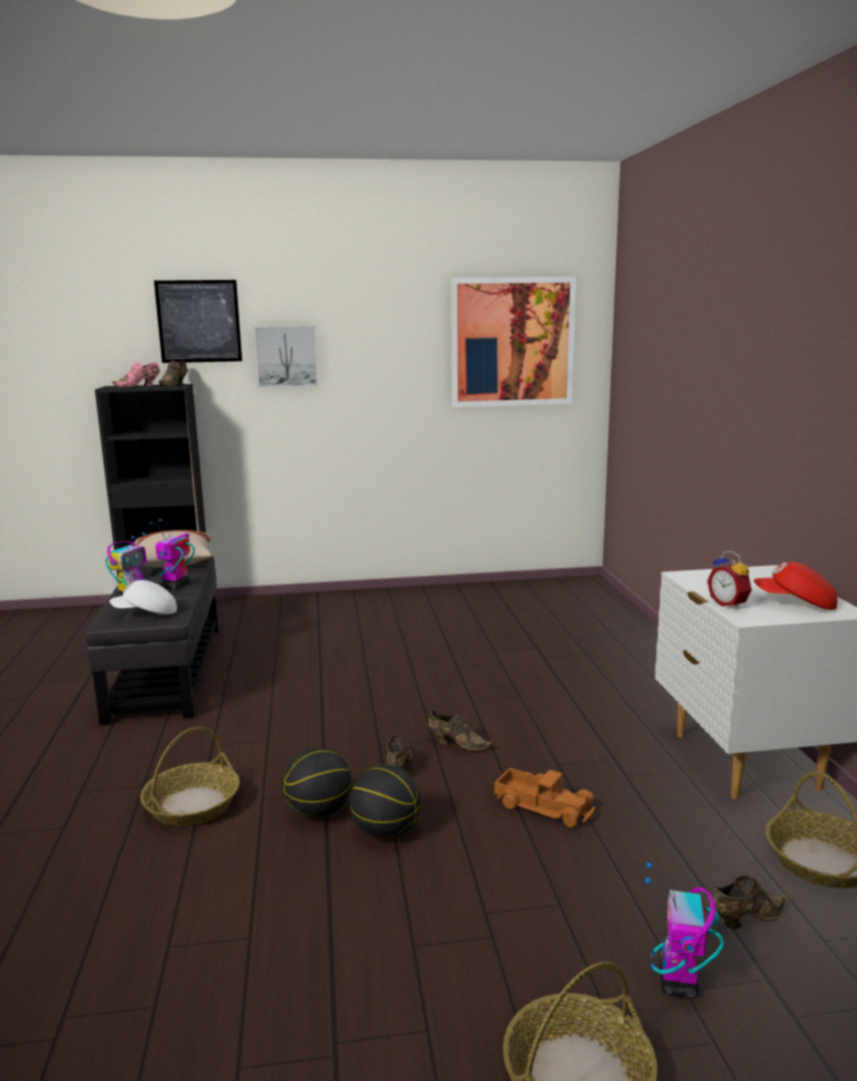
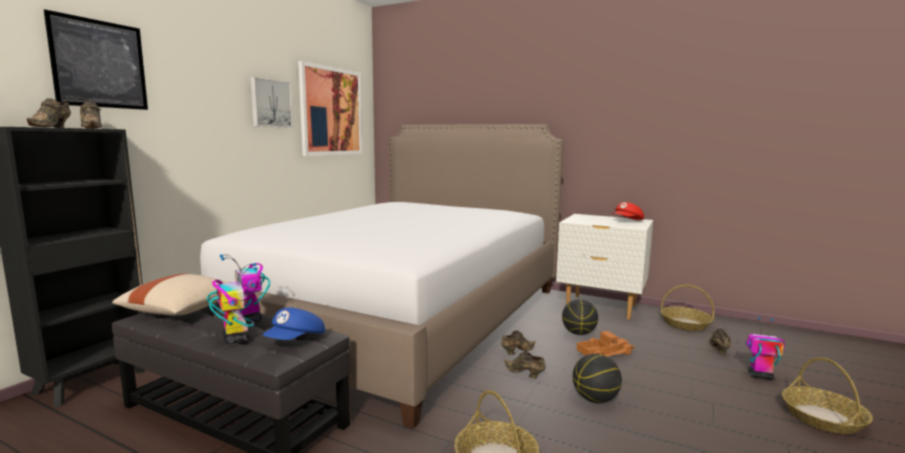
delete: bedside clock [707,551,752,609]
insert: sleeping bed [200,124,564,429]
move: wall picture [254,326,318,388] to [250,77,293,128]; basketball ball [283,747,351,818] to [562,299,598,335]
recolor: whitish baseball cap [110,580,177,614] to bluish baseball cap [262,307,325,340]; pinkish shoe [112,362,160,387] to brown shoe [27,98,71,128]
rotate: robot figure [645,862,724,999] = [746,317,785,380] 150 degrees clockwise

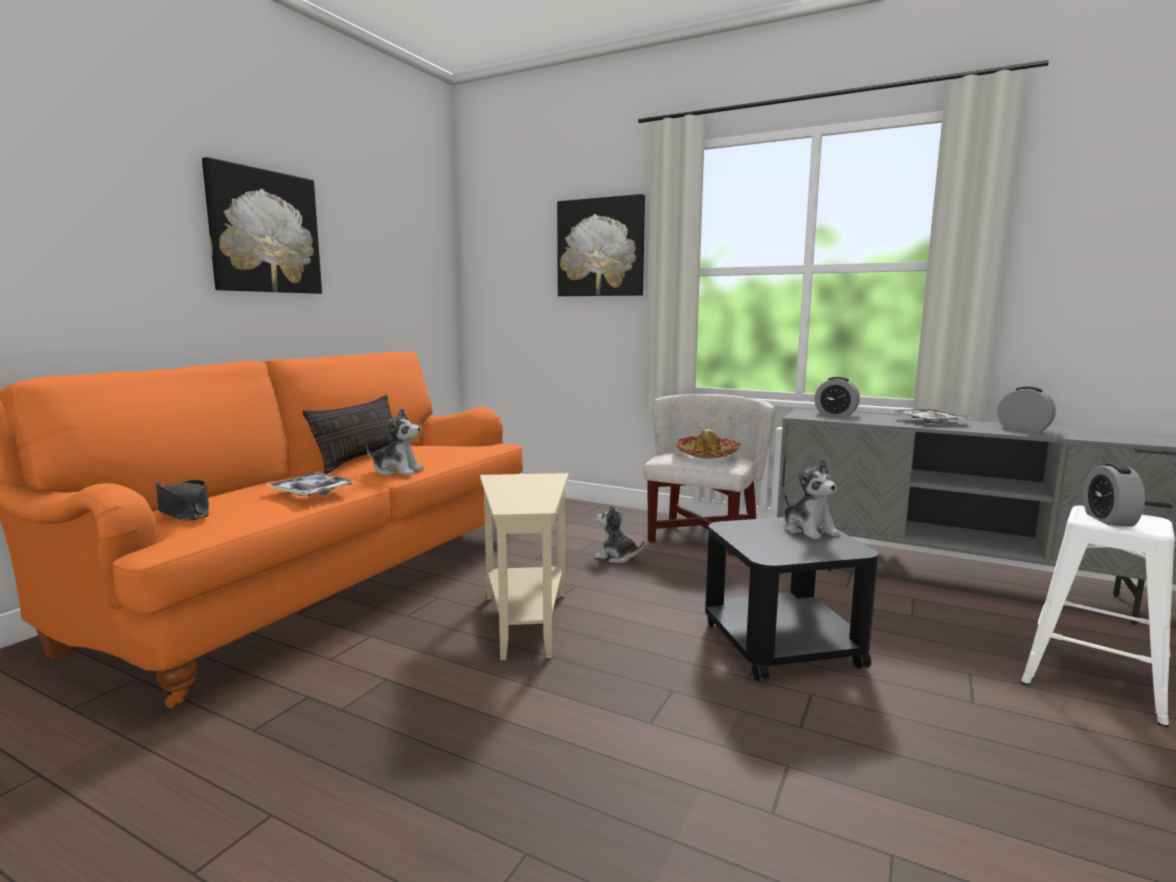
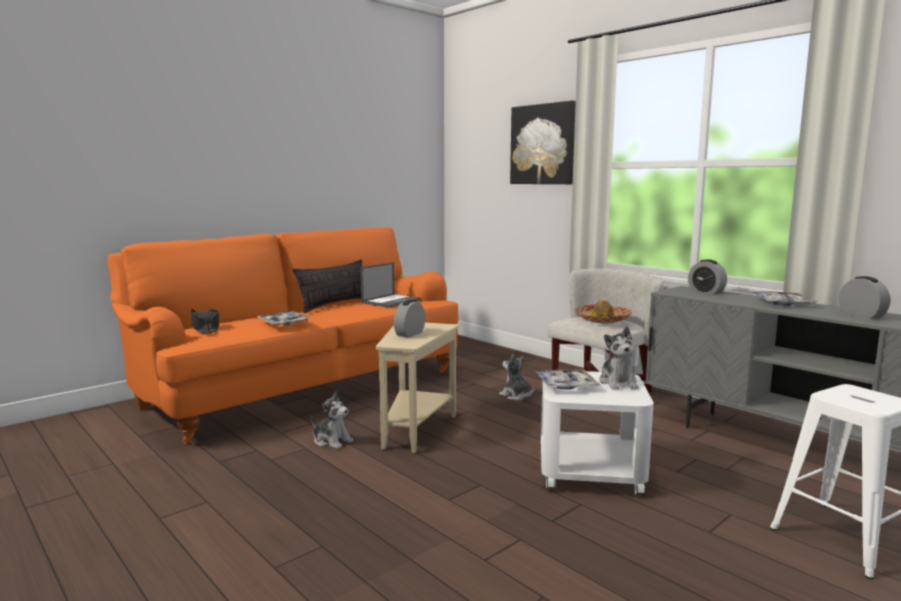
delete: wall picture [202,157,322,294]
insert: laptop [360,262,422,308]; carrying tray [536,369,600,389]
move: cuddly toy [366,408,424,476] to [311,391,353,449]; bedside clock [1083,463,1145,527] to [394,300,425,338]
recolor: black-coloured accent table [705,517,878,682] to whitish accent table [541,371,654,496]

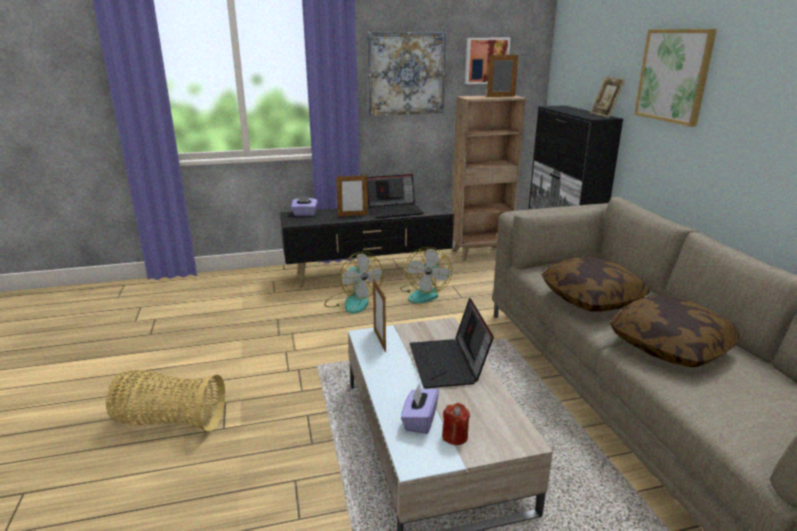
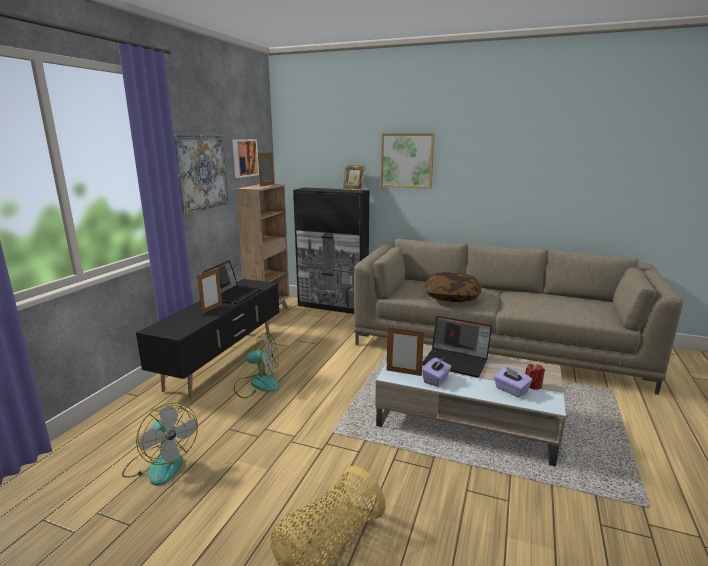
delete: pillow [610,295,739,367]
move: purple-coloured box of tissues [291,196,318,216] to [422,358,451,387]; cooling fan [400,247,452,303] to [122,403,198,486]

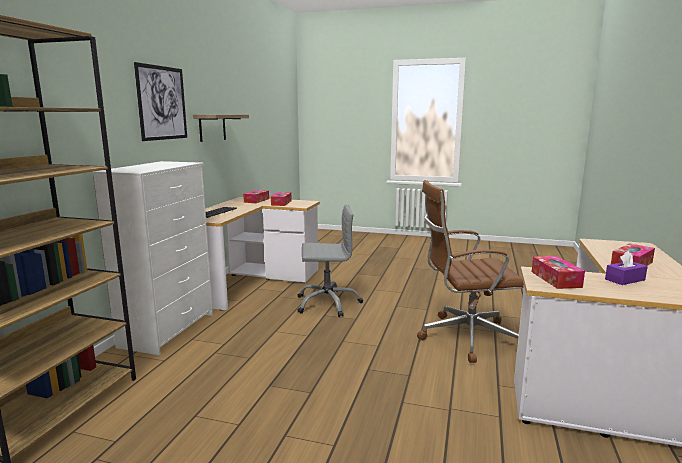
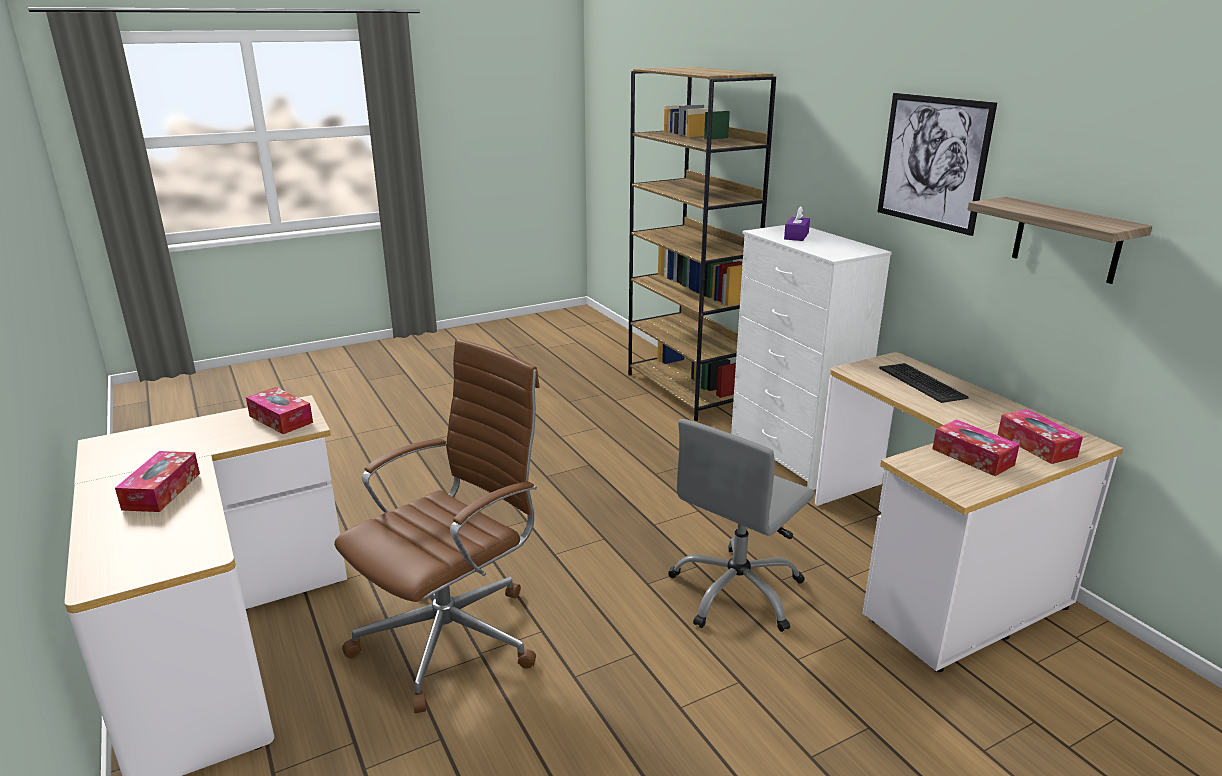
move: purple-coloured box of tissues [605,251,648,285] to [784,206,810,241]

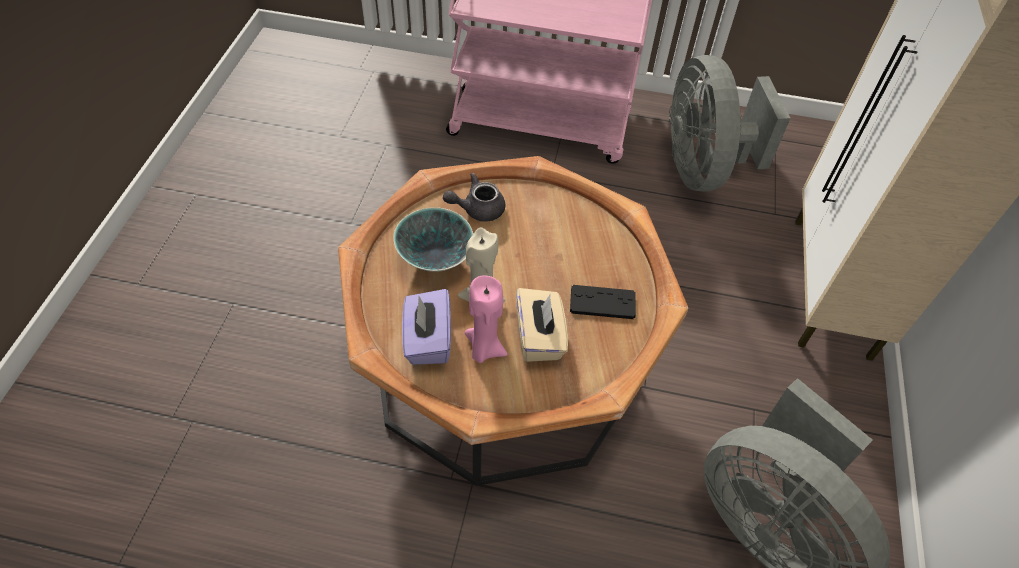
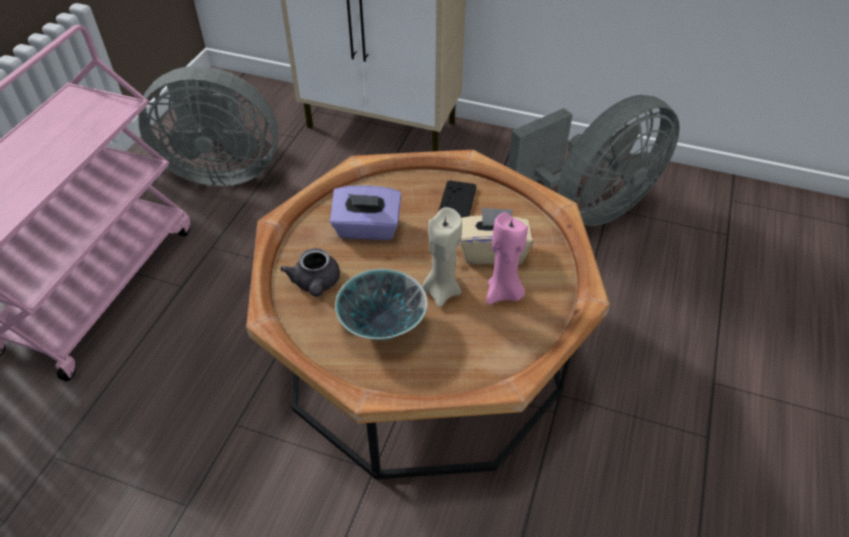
move: purple-coloured box of tissues [402,289,451,365] to [330,185,401,240]

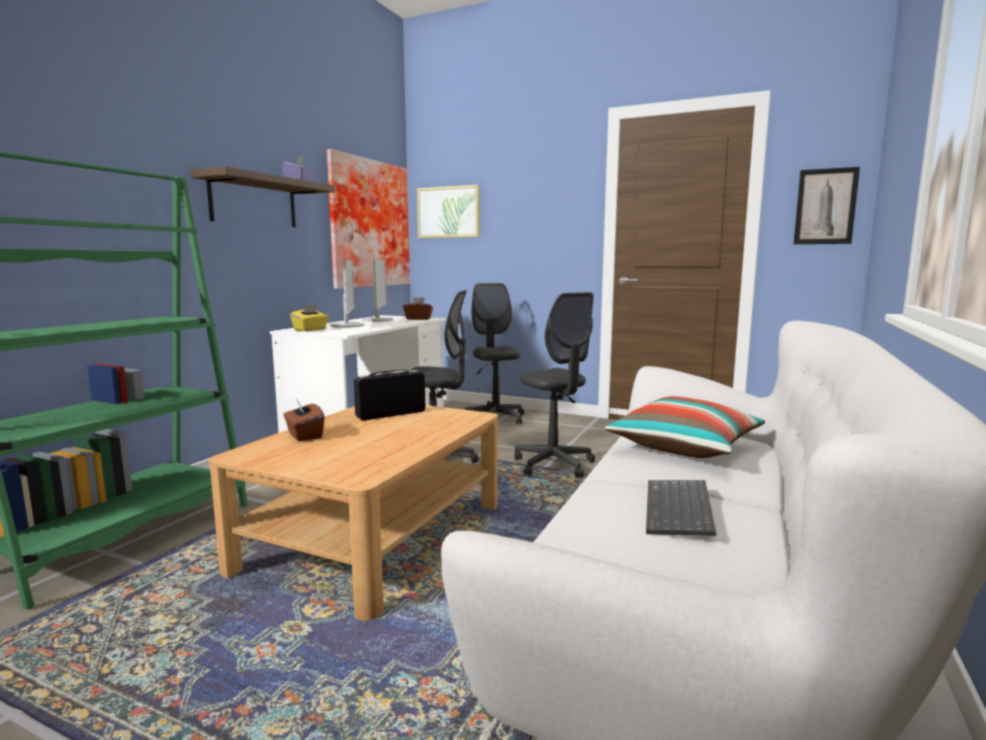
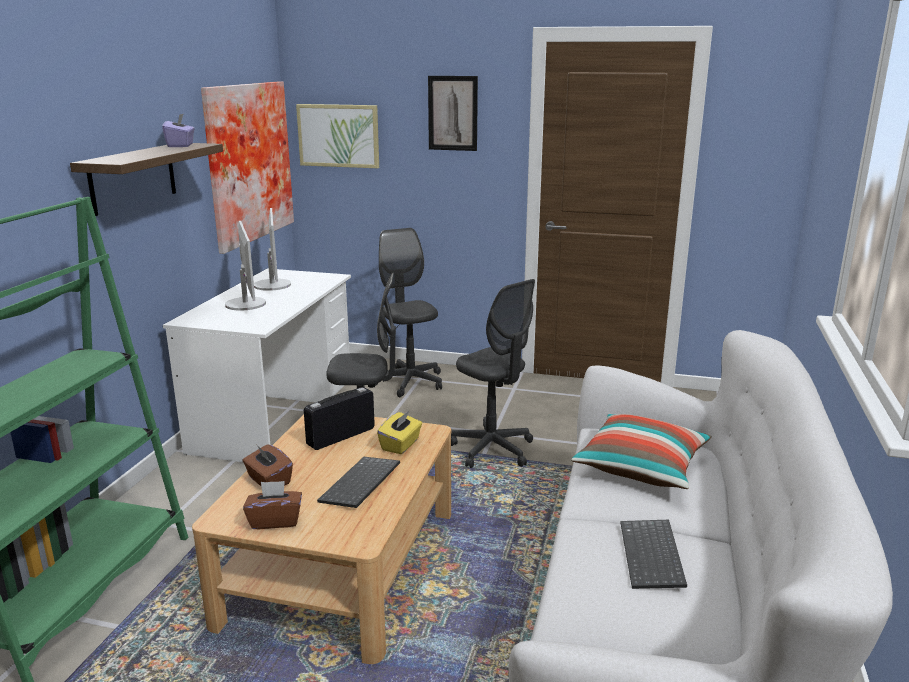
insert: PC keyboard [317,457,400,508]
move: yellow-coloured box of tissues [290,304,329,331] to [377,411,422,454]; brown box of tissues [403,297,433,320] to [243,481,302,529]; wall picture [794,167,860,244] to [428,76,478,151]

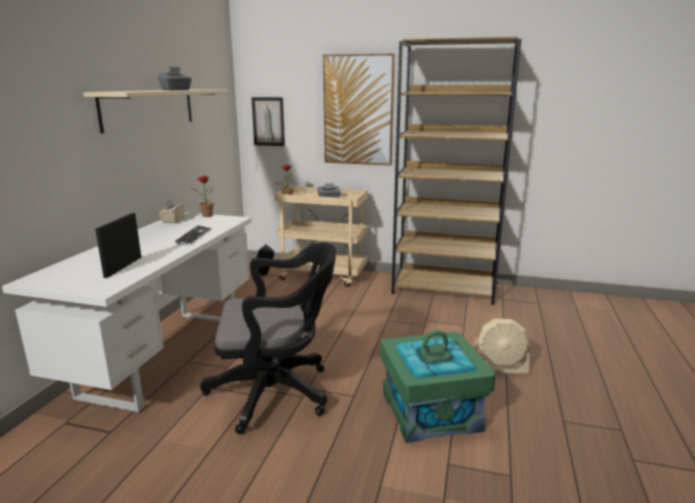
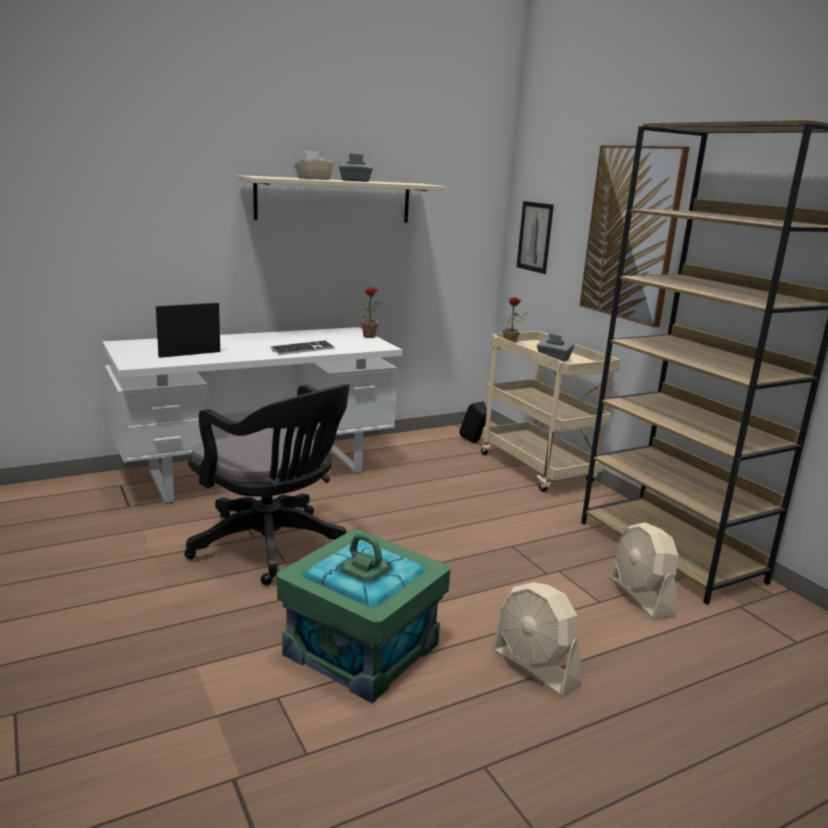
insert: sand-coloured cooling fan [610,522,679,619]
move: sand-coloured box of tissues [159,199,185,223] to [294,151,334,180]

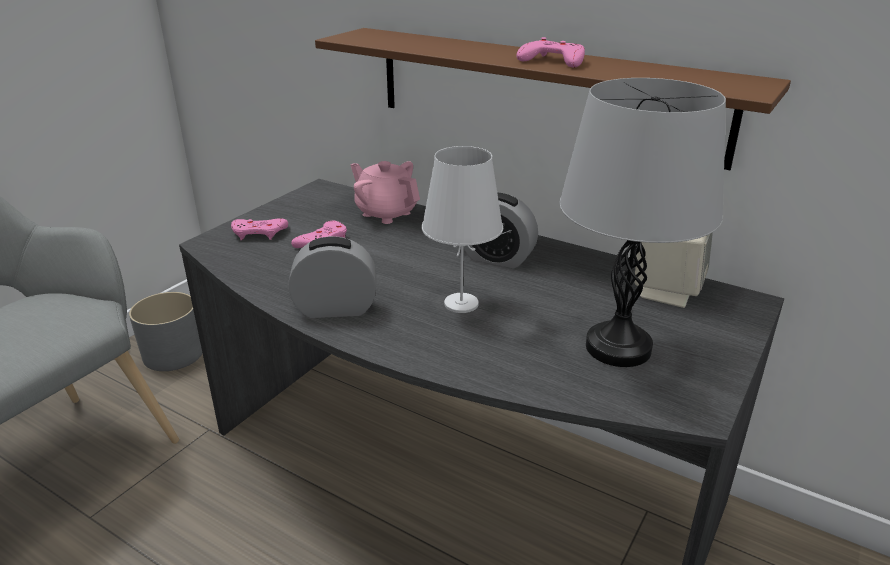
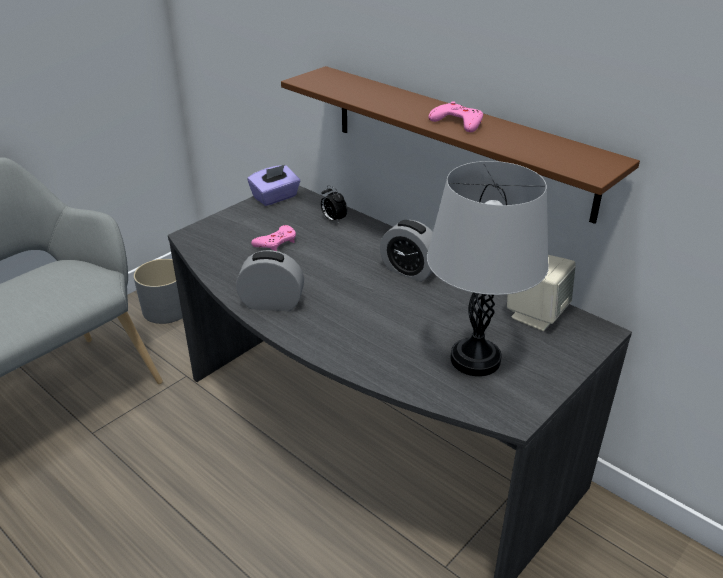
delete: pinkish joypad [231,219,288,240]; whitish table lamp [422,146,504,313]
insert: purple-coloured box of tissues [247,165,300,206]
replace: pinkish tea pot [351,161,420,224] to bedside clock [321,185,347,224]

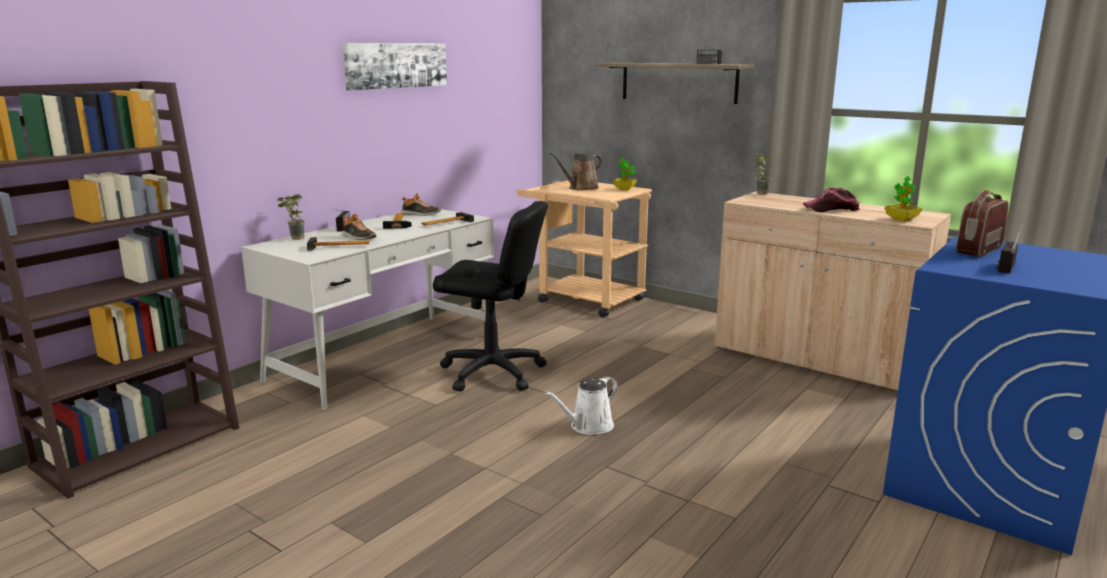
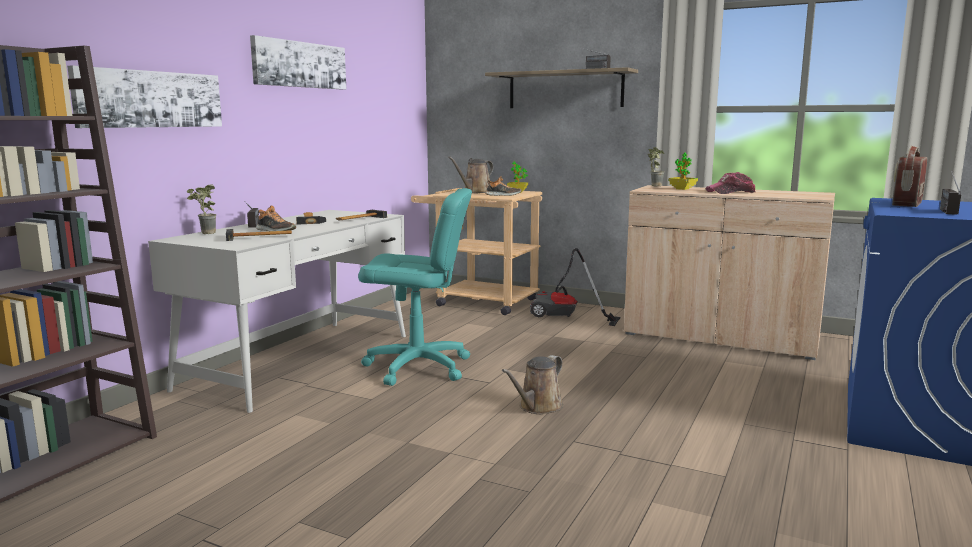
insert: wall picture [67,66,222,128]; hoover [530,248,621,326]
move: shoe [401,193,441,216] to [485,176,521,196]; potted plant [885,176,922,222] to [669,153,698,190]
recolor: black-coloured desk chair [433,201,548,392] to turquoise desk chair [358,188,472,386]; whitish watering pot [545,377,618,435] to brown watering pot [502,355,563,414]

